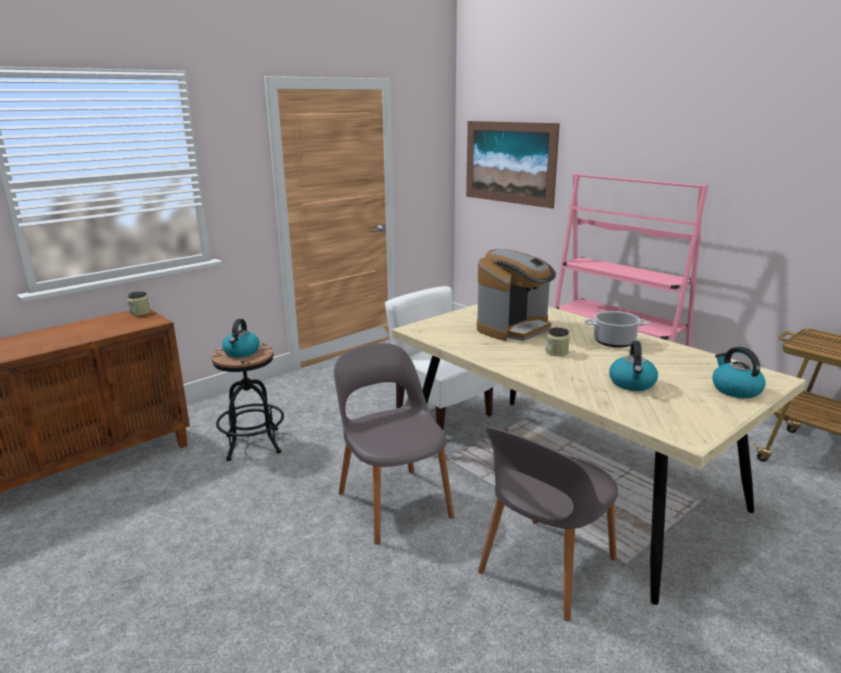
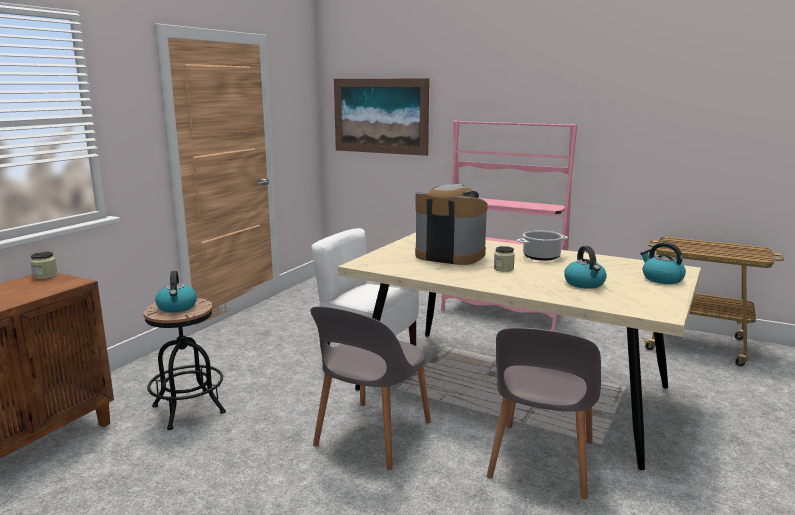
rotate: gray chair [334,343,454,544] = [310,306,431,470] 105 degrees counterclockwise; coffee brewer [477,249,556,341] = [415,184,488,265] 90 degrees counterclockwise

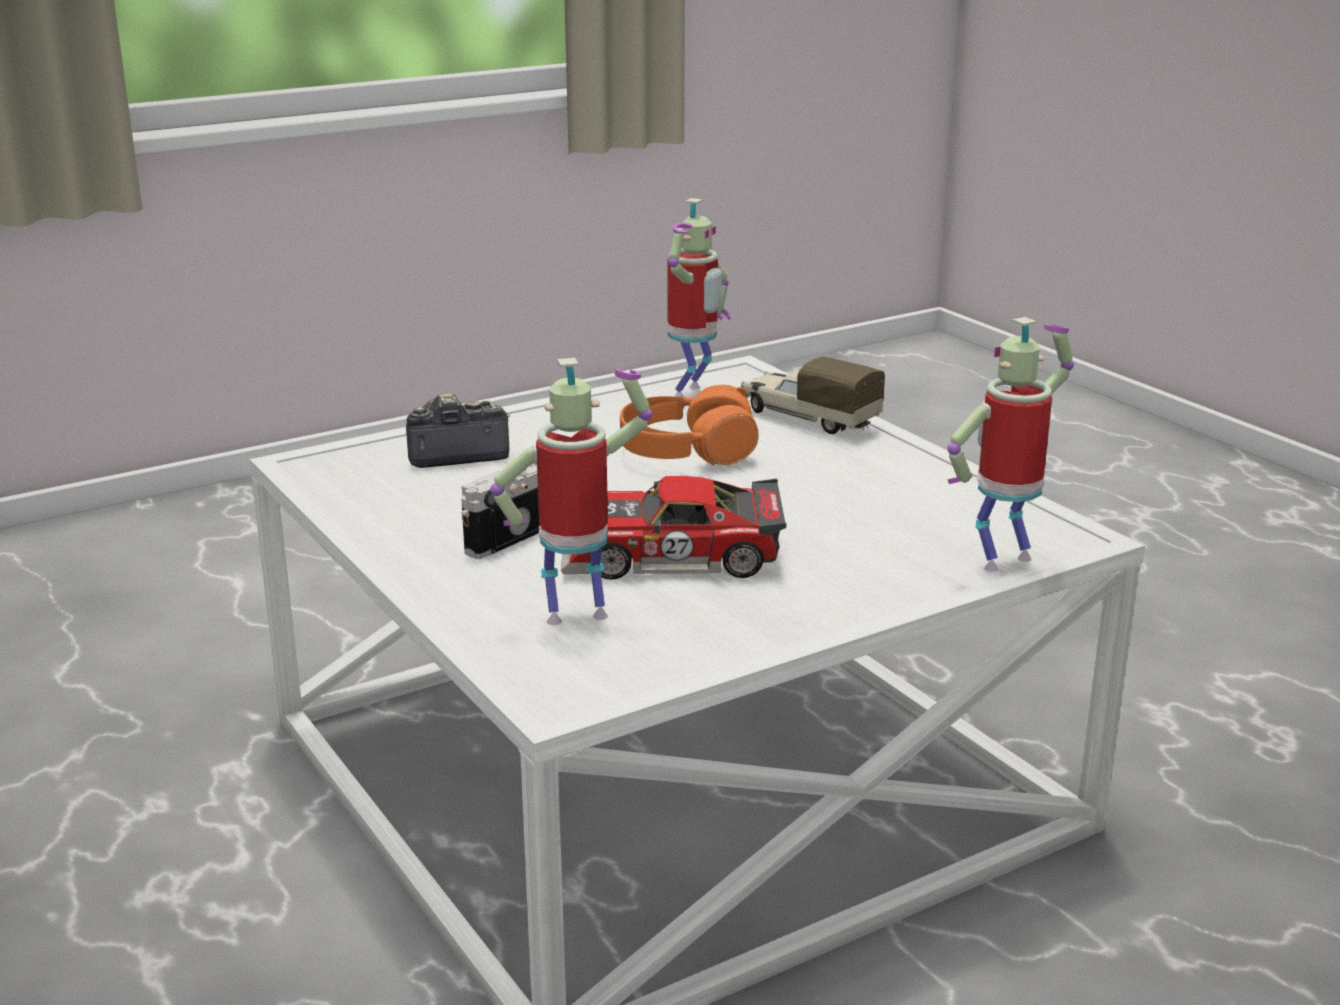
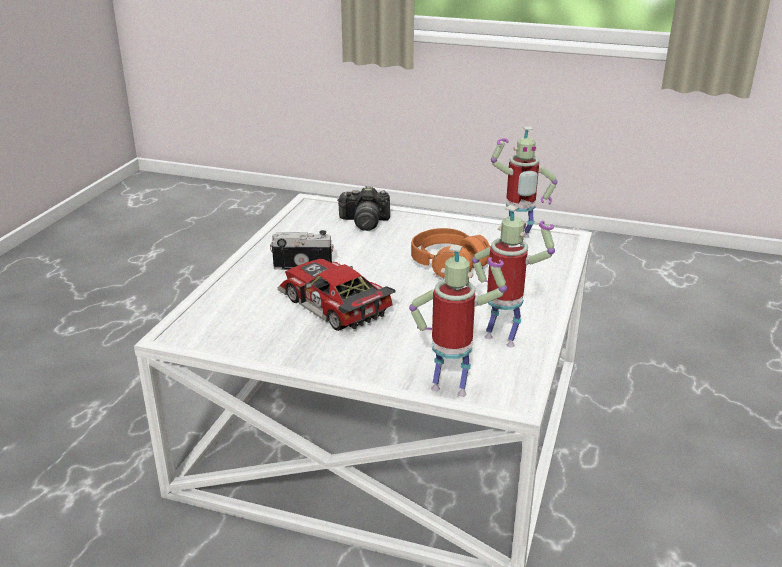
delete: toy truck [741,356,885,434]
move: robot figure [490,358,652,625] to [472,205,555,347]
rotate: photo camera [406,394,510,468] = [337,186,390,231] 150 degrees clockwise

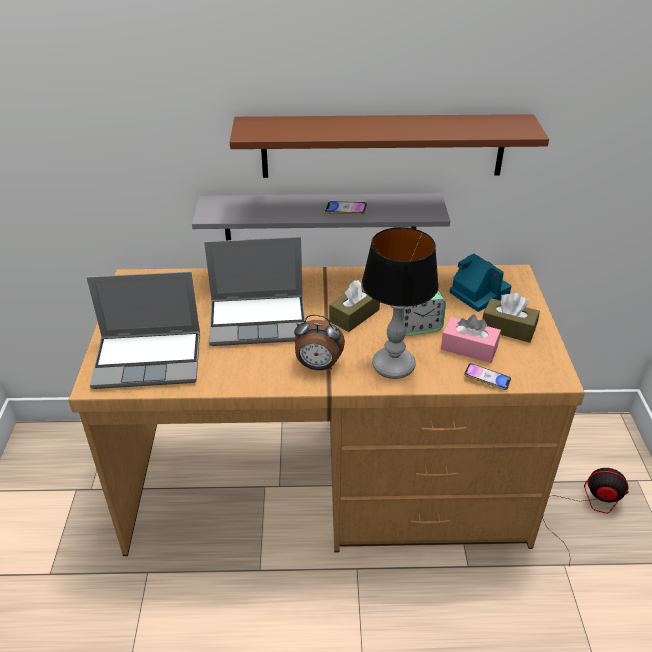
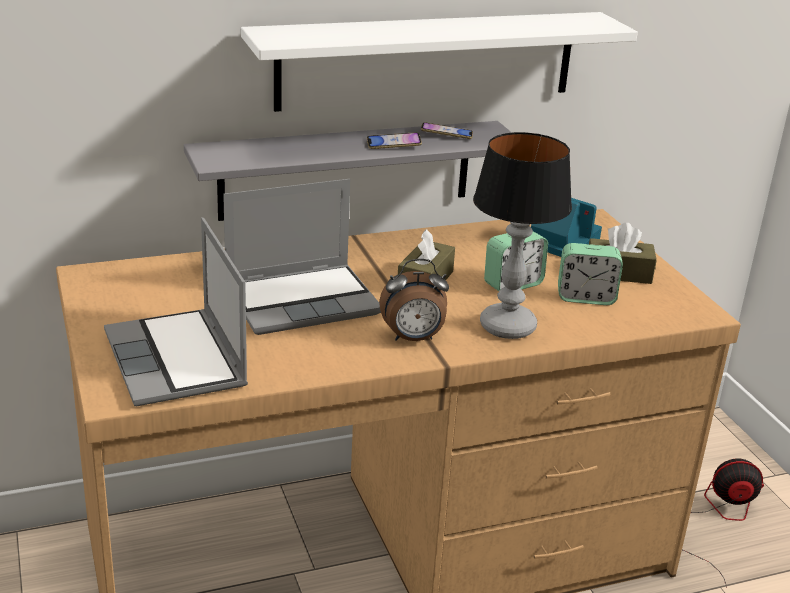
move: handset [464,363,511,390] to [421,122,473,139]
replace: pinkish box of tissues [441,315,501,363] to bedside clock [558,243,623,305]
recolor: brown bracket shelf [230,114,549,178] to whitish bracket shelf [241,12,638,112]
rotate: laptop [86,271,200,389] = [104,217,248,406] 90 degrees clockwise

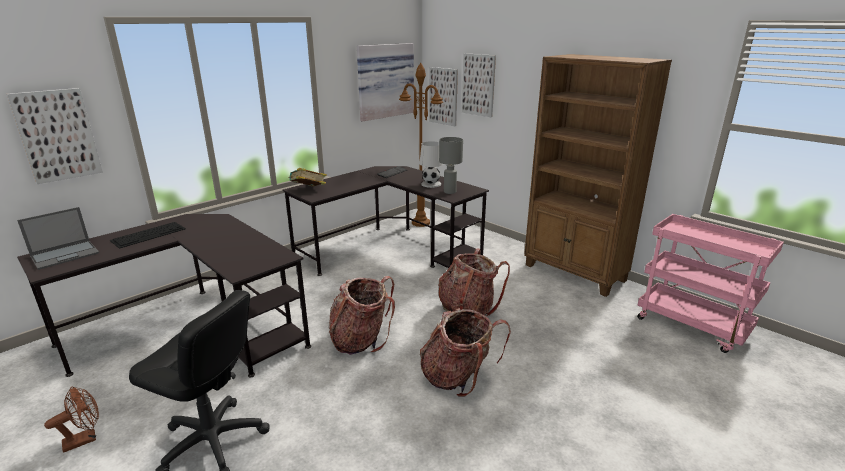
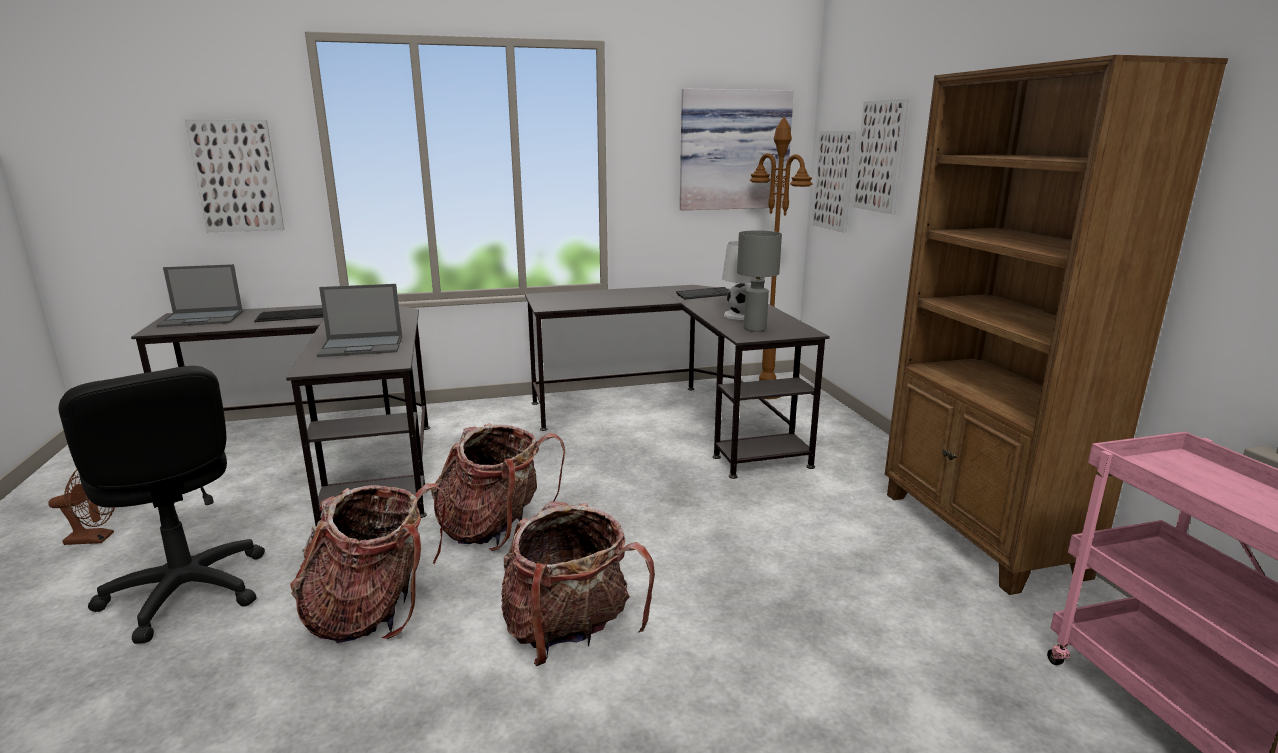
delete: bound book [288,168,327,186]
insert: laptop [317,284,402,357]
move: rucksack [438,248,510,316] to [290,483,447,643]

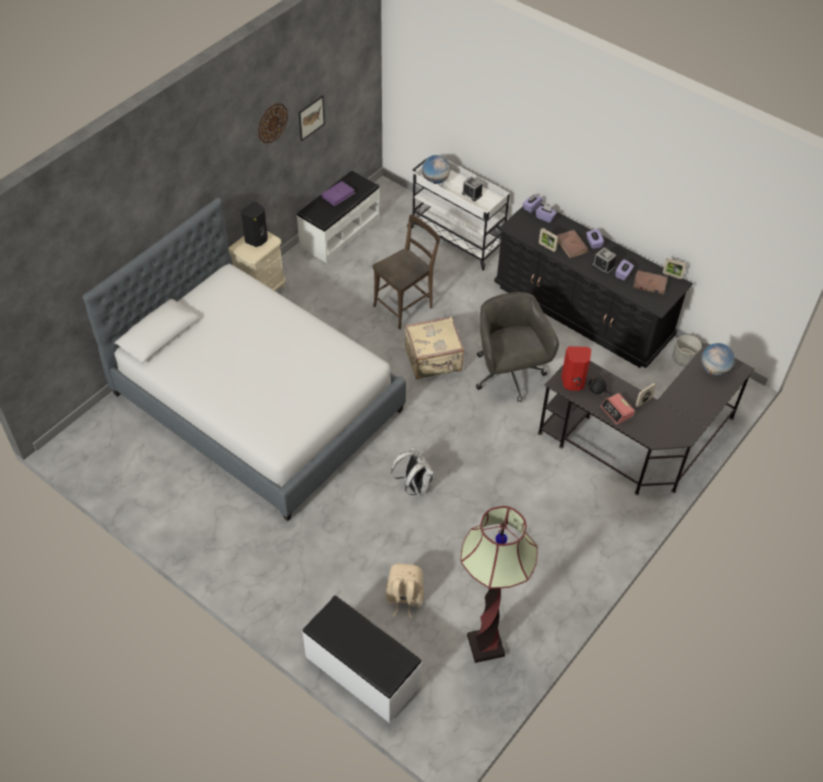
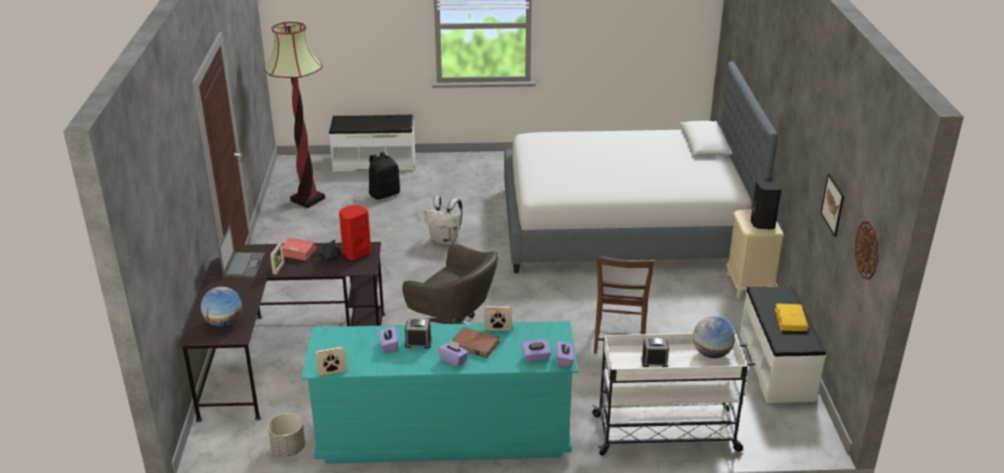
delete: sand-coloured suitcase [405,316,464,379]; brown bound book [633,270,668,295]
insert: laptop [218,225,265,277]
move: wall clock [258,103,288,143] to [855,221,878,280]
recolor: purple-coloured bound book [321,181,355,206] to yellow-coloured bound book [775,304,808,331]; sand-coloured rucksack [386,563,424,618] to black-coloured rucksack [369,152,400,200]; black-coloured drawer chest [494,204,693,368] to turquoise drawer chest [302,321,578,464]

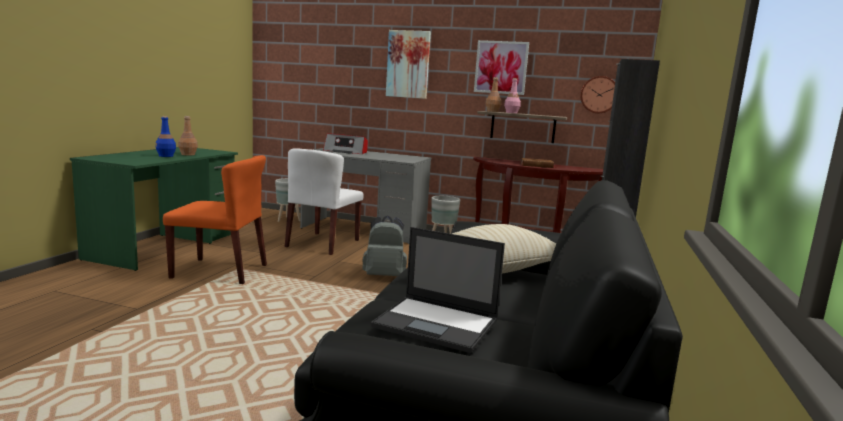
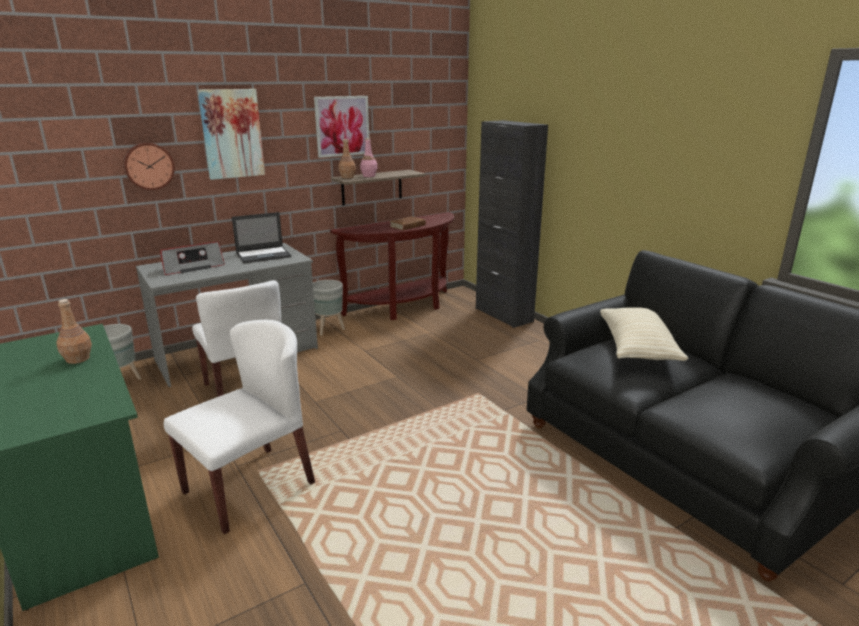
delete: bluish bottle [156,116,176,157]; gray rucksack [362,216,407,276]
move: laptop [371,227,505,353] to [232,212,291,264]; wall clock [581,76,615,113] to [124,143,175,190]
recolor: orangey chair [163,155,267,284] to whitish chair [164,320,315,534]

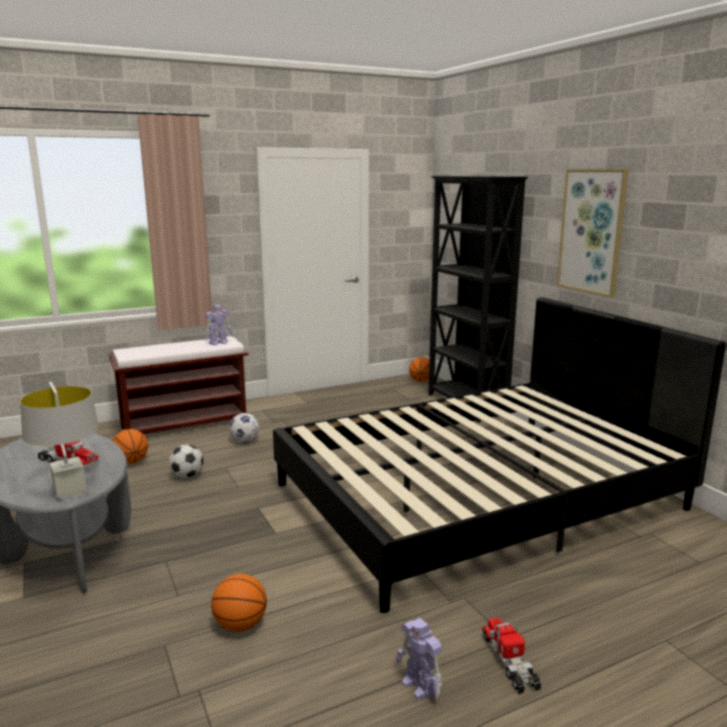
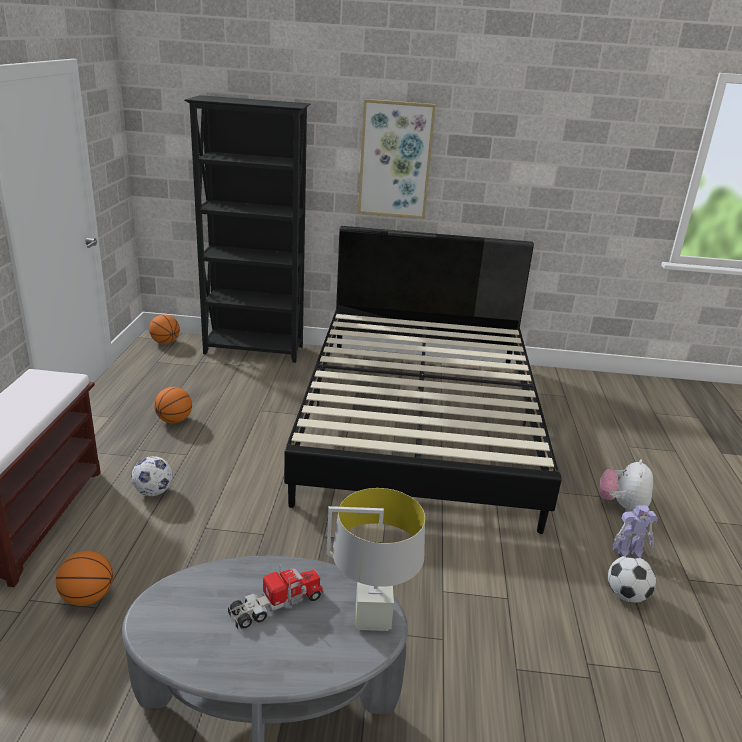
delete: robot figure [206,305,233,345]
move: ball for football [169,444,203,478] to [608,555,656,603]; basketball ball [211,574,267,632] to [154,387,192,423]
replace: toy truck [482,618,541,694] to cuddly toy [599,459,653,513]

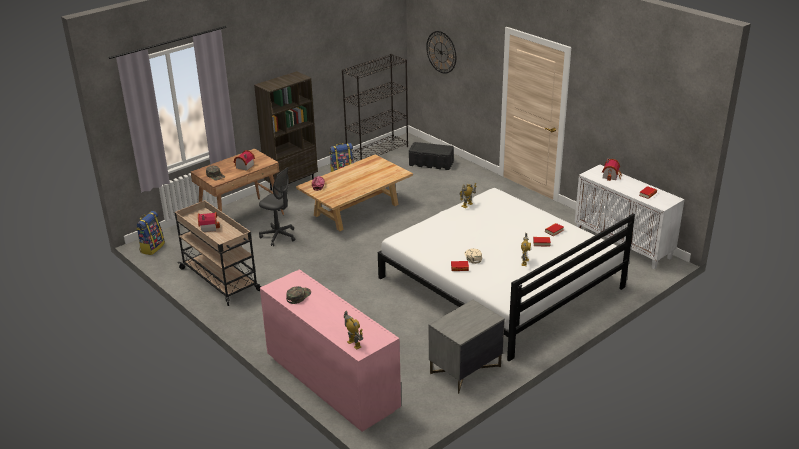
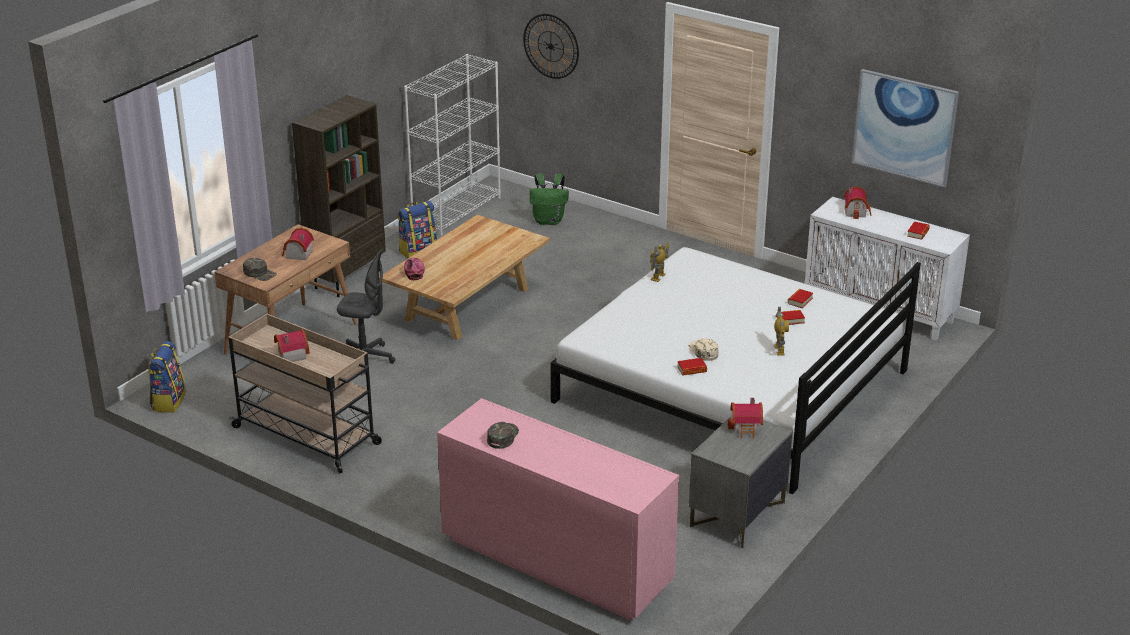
delete: robot figure [344,311,363,350]
insert: toy house [728,398,763,439]; wall picture [852,69,959,188]
replace: black-coloured storage bin [409,142,454,170] to greenish rucksack [530,173,569,225]
recolor: black-coloured shelving unit [342,54,408,161] to whitish shelving unit [404,54,501,235]

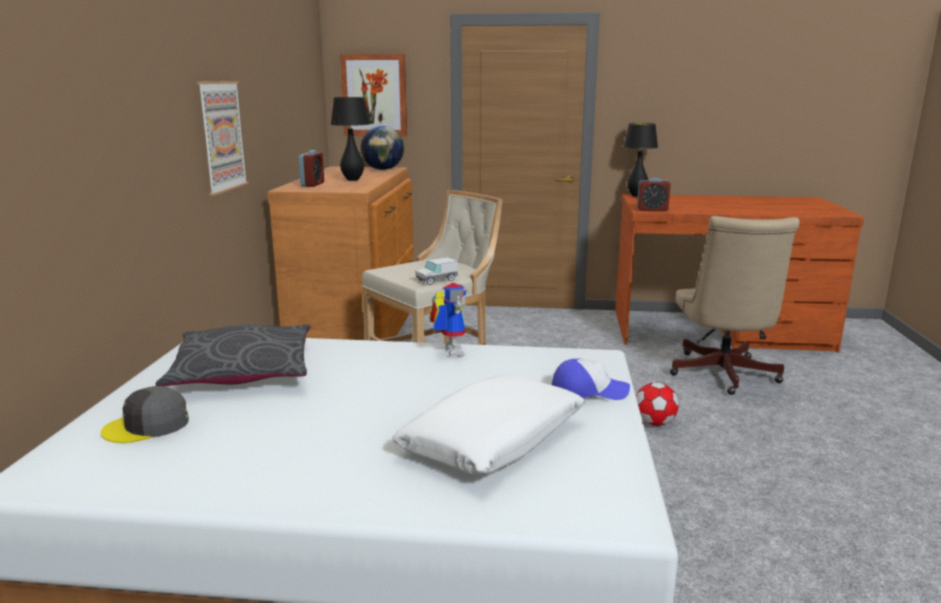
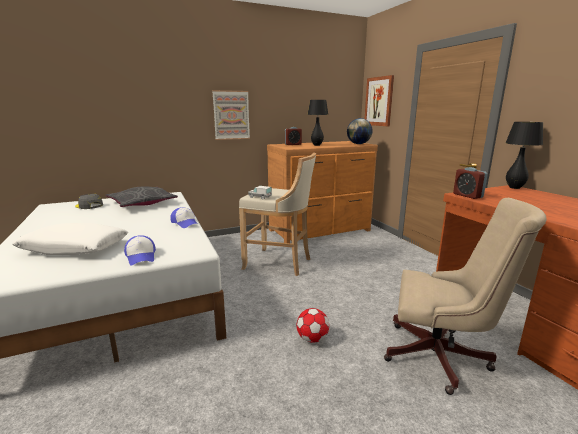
replace: robot figure [430,283,467,357] to baseball cap [170,207,199,228]
rotate: sand-coloured desk chair [670,216,800,395] = [384,198,547,395] 135 degrees counterclockwise

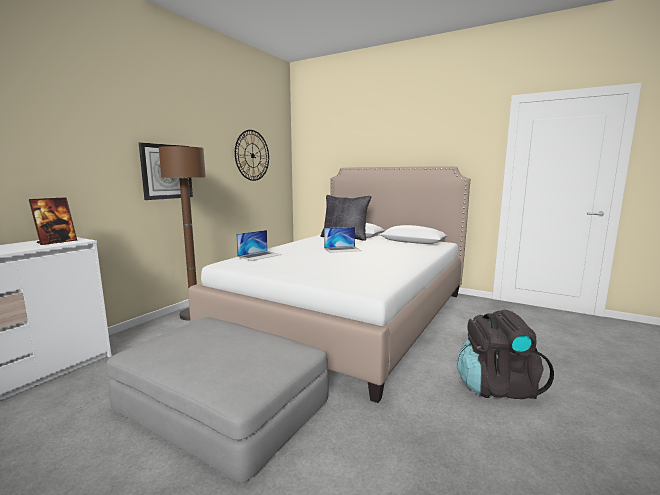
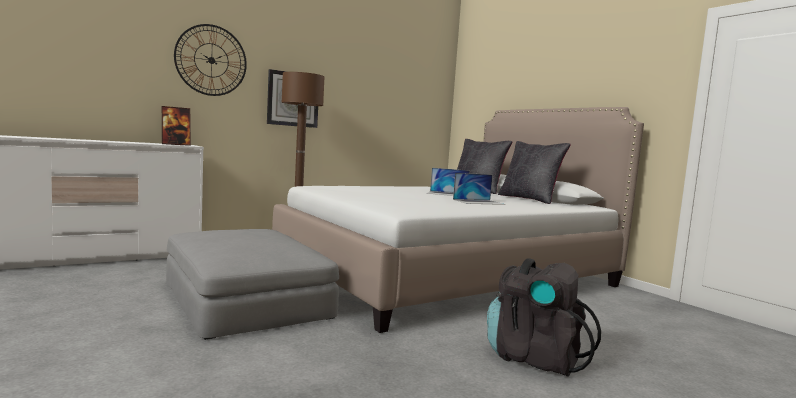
insert: black-coloured pillow [498,141,571,204]
move: wall clock [235,130,269,181] to [174,24,247,96]; laptop [236,230,282,261] to [453,173,505,205]

